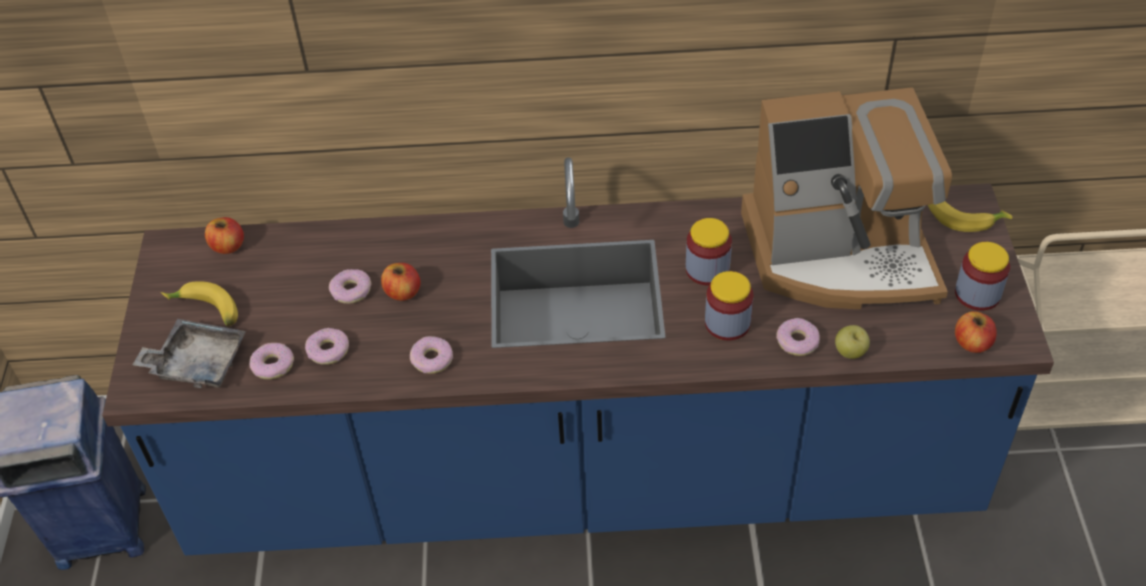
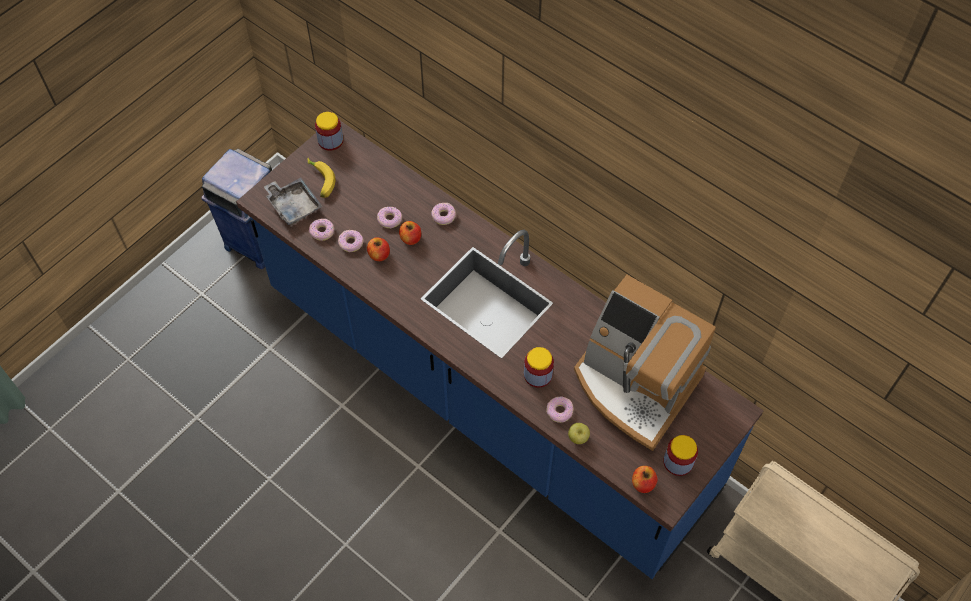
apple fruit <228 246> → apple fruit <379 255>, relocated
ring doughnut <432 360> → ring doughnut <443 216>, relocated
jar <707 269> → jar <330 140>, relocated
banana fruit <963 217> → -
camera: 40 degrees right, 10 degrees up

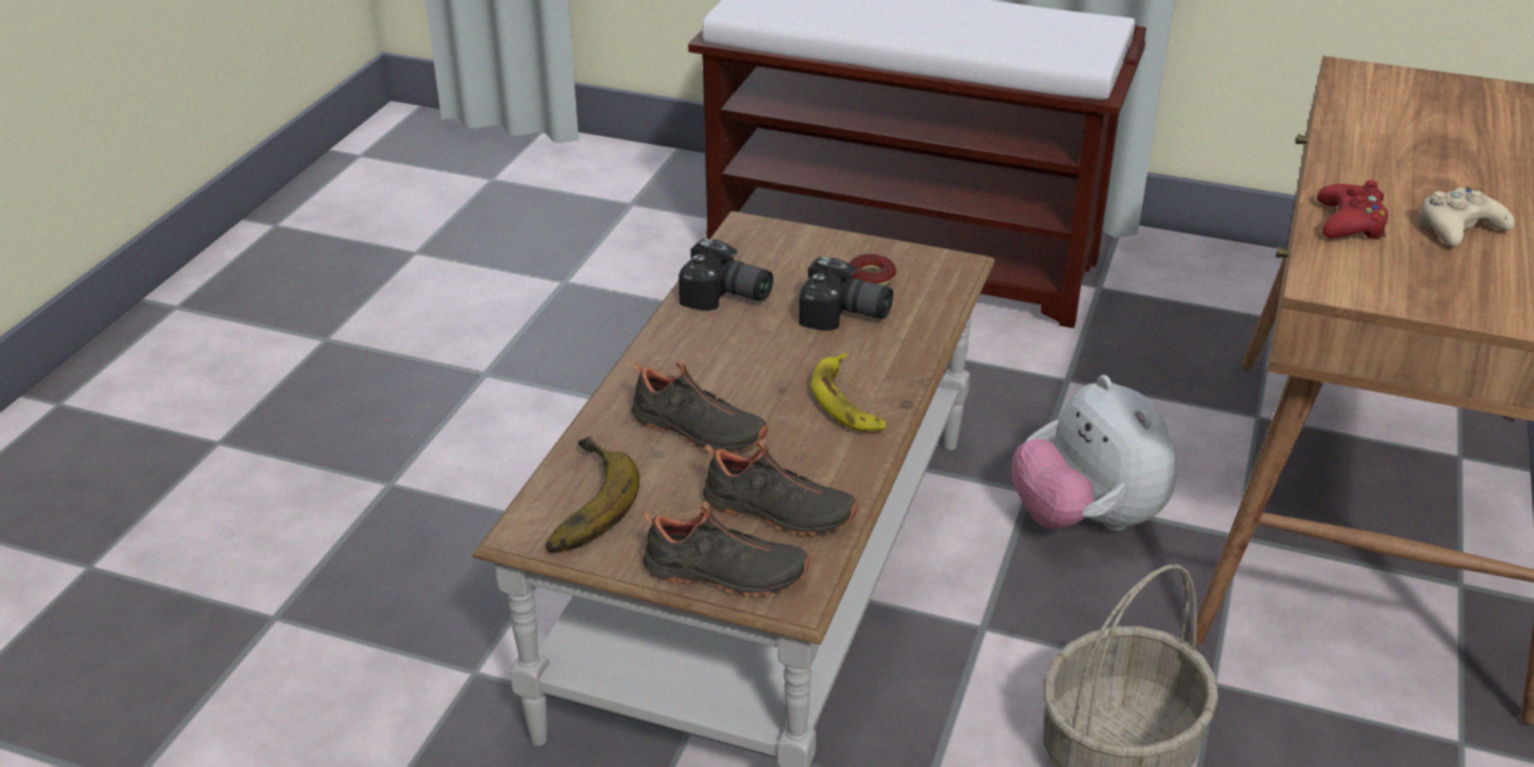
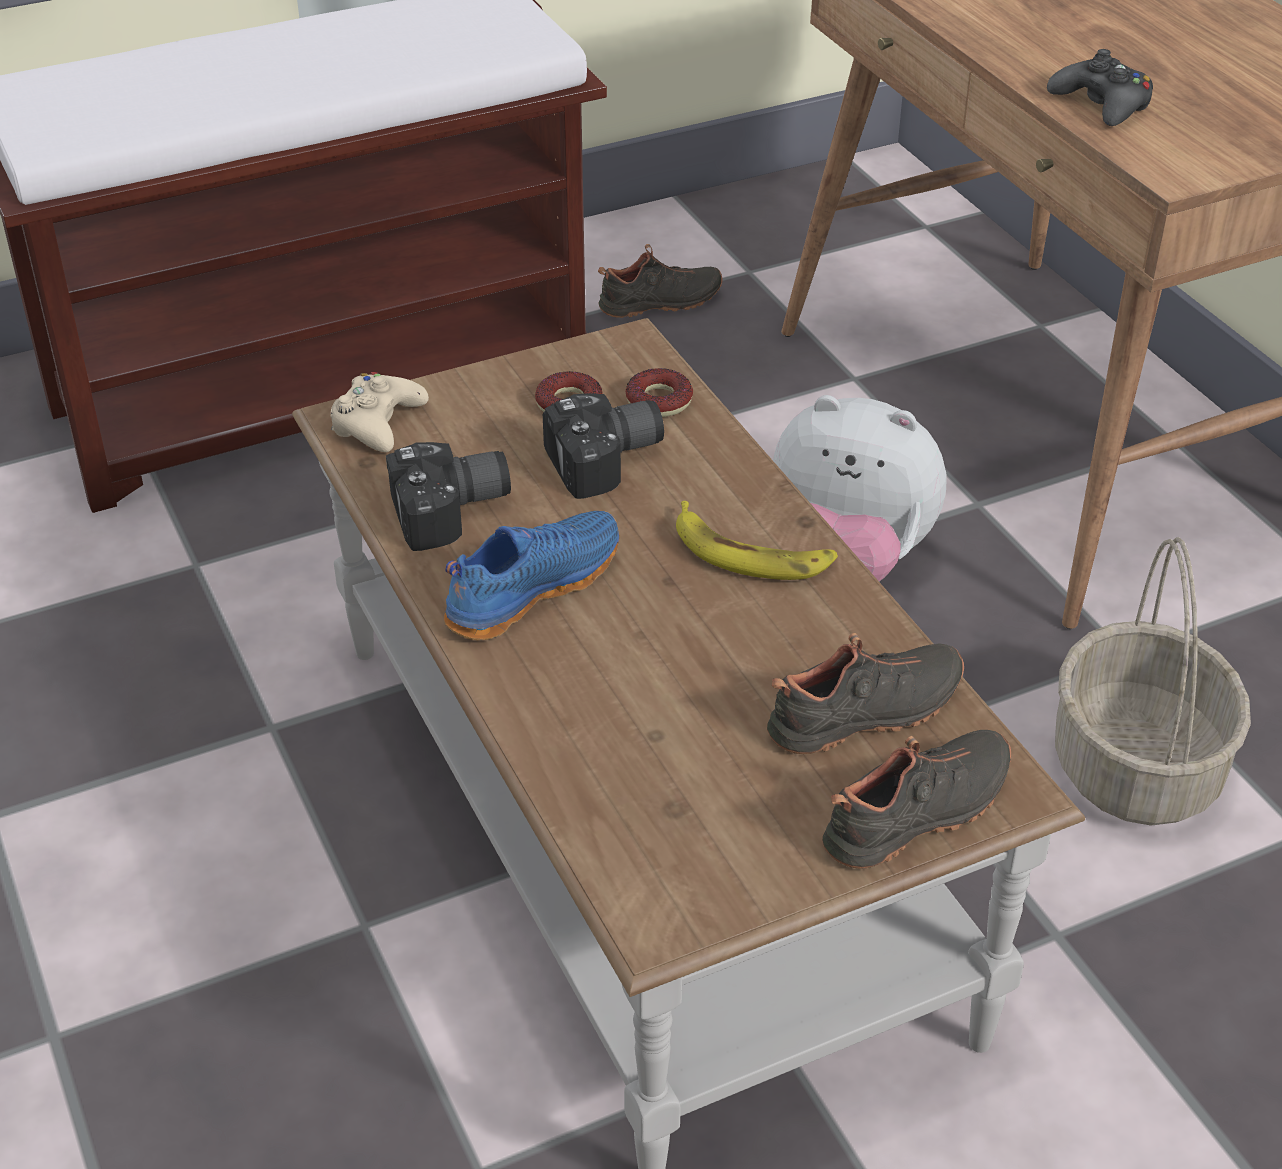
banana fruit <577 504> → -
black-coloured low shoe <697 432> → black-coloured low shoe <661 303>, relocated
red-coloured gamepad <1349 223> → black-coloured gamepad <1102 104>
sand-coloured gamepad <1459 228> → sand-coloured gamepad <377 423>, relocated
- → blue-coloured low shoe <530 588>
- → ring doughnut <659 401>
camera: 45 degrees left, 5 degrees up

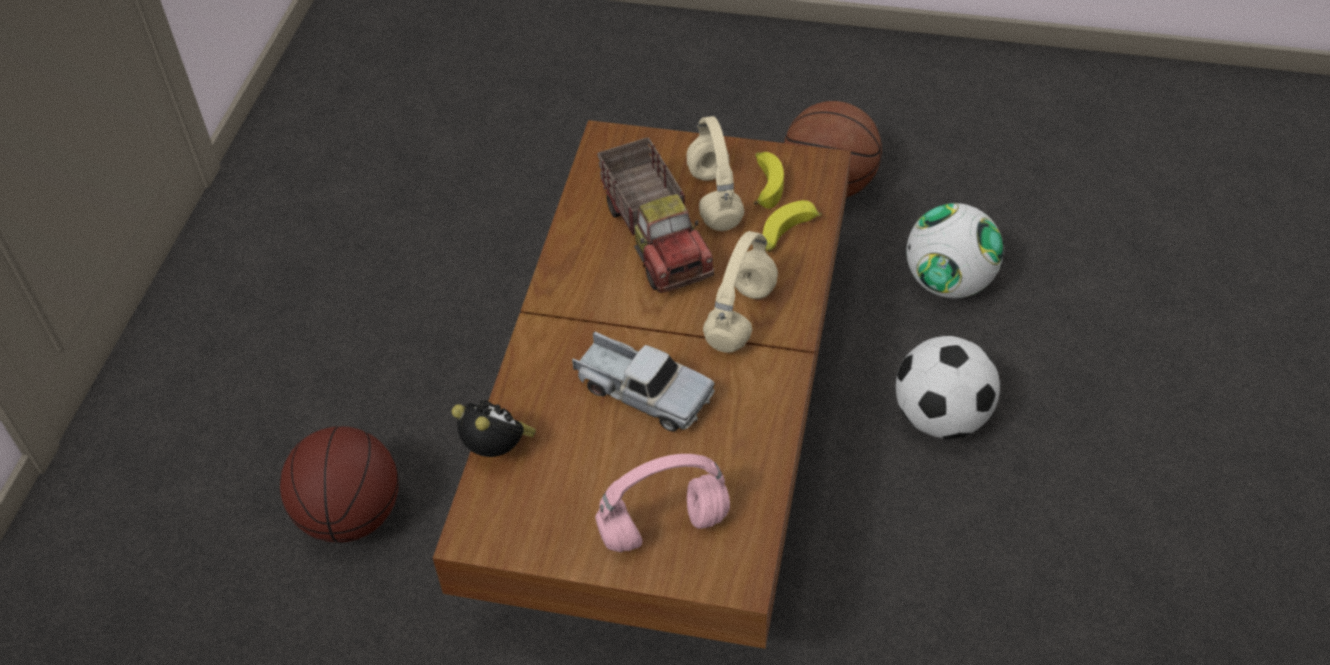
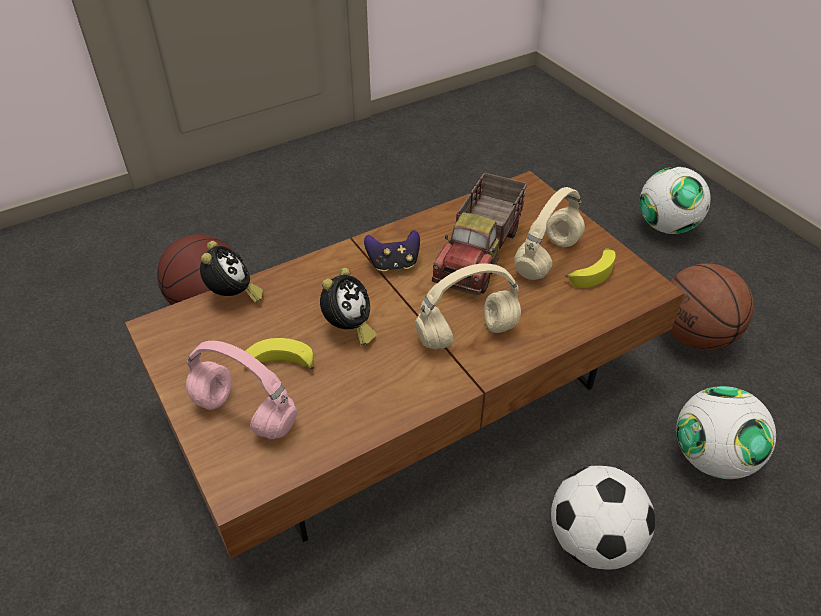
model truck <642 391> → table clock <348 329>
banana fruit <787 235> → banana fruit <278 364>, relocated
- → gamepad <393 264>
- → ball for football <666 226>
camera: 45 degrees right, 5 degrees down

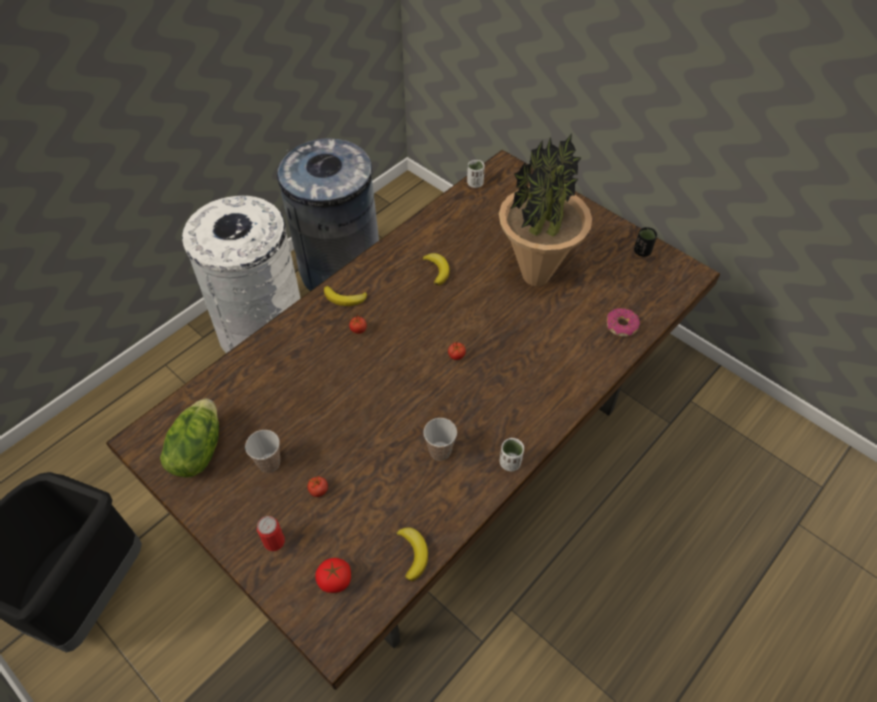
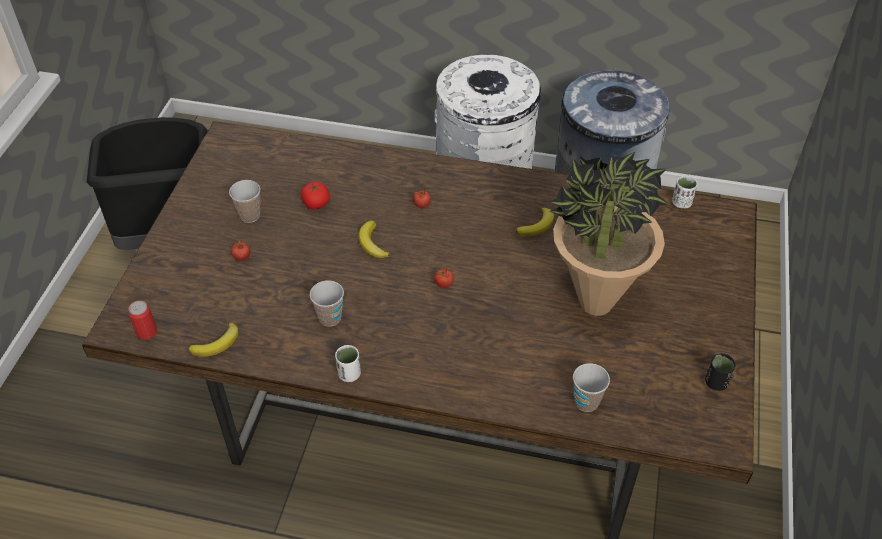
lettuce head <197 451> → -
can <274 541> → can <147 332>, relocated
tomato <334 580> → tomato <316 204>, relocated
banana fruit <345 299> → banana fruit <372 243>, relocated
ring doughnut <621 326> → small cup <586 402>
camera: 60 degrees right, 5 degrees down

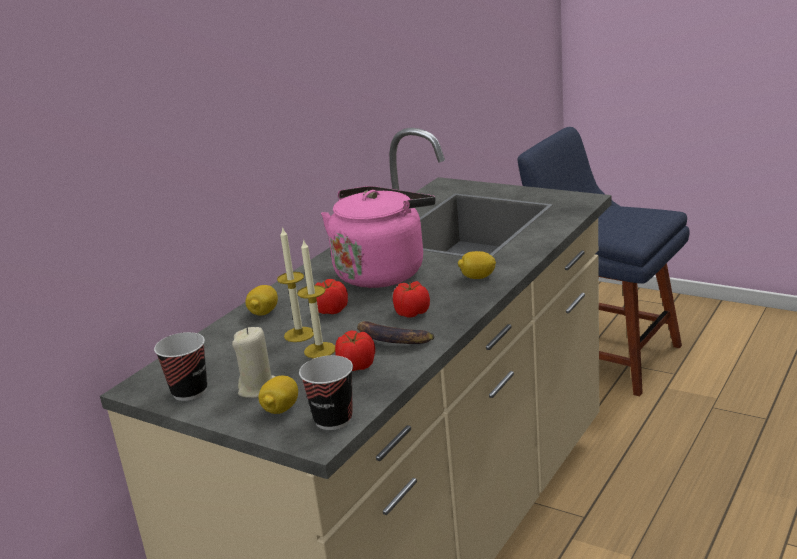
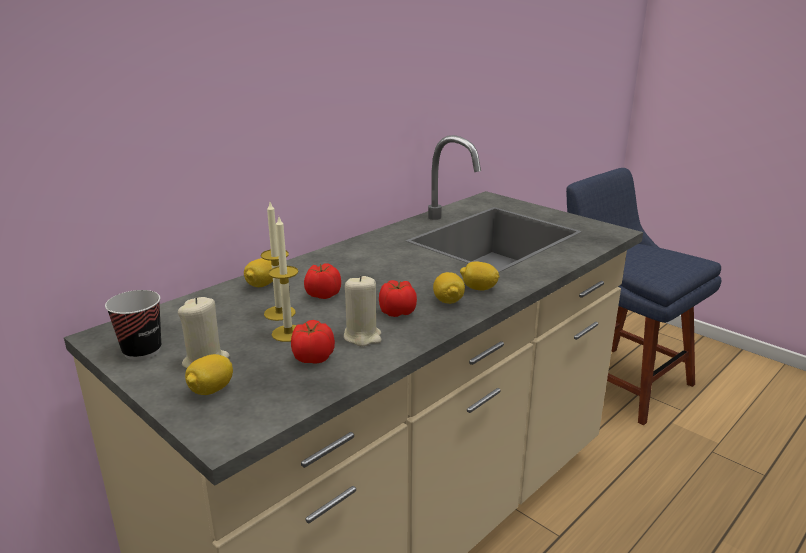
small cup <333 419> → -
pink-coloured tea kettle <382 271> → -
banana fruit <391 339> → sand-coloured wax candle <362 336>
- → citrus fruit <448 301>
camera: 10 degrees right, 0 degrees up

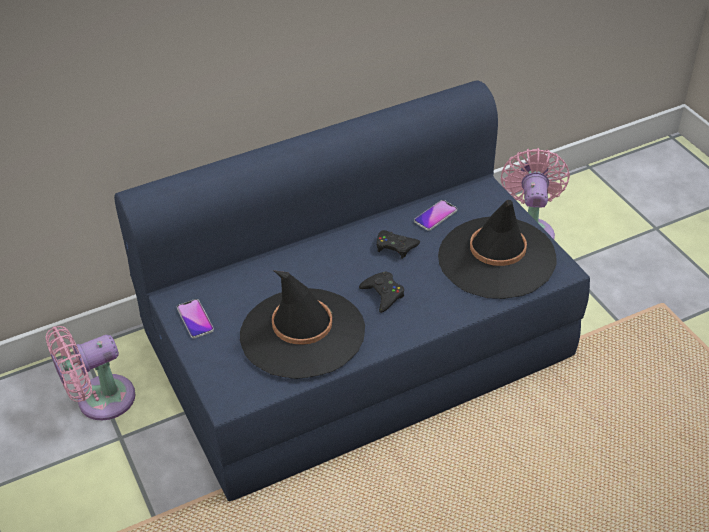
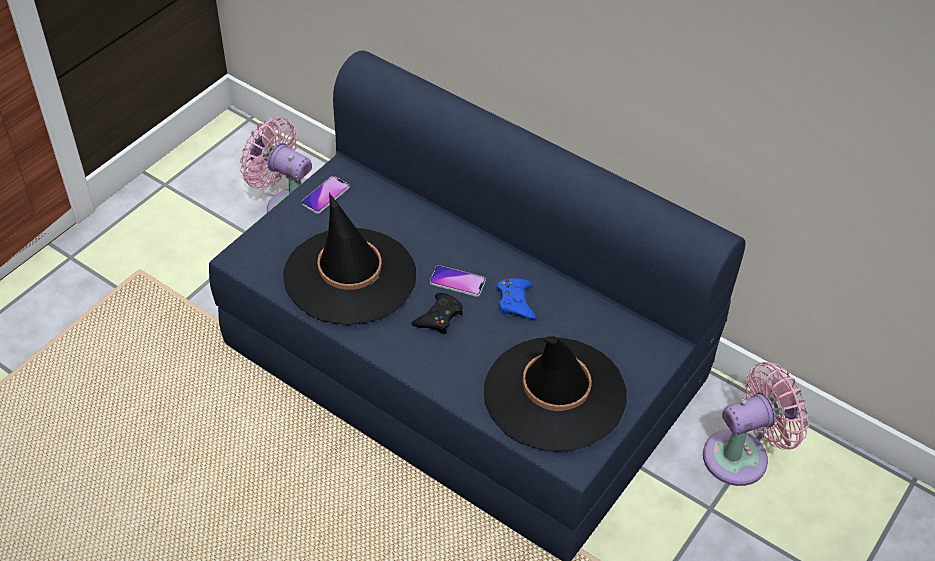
black-coloured gamepad <395 246> → blue-coloured gamepad <515 302>
handset <435 216> → handset <457 282>, relocated
camera: 60 degrees right, 5 degrees up

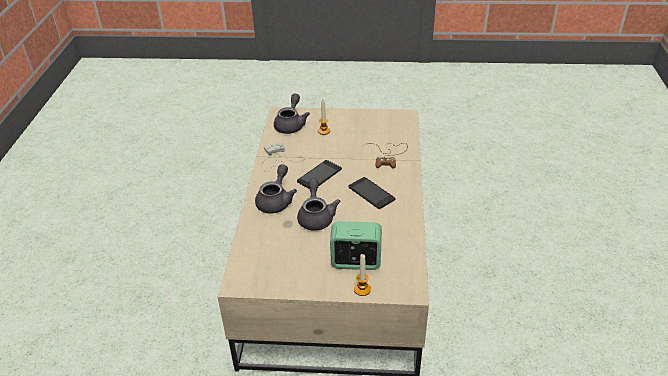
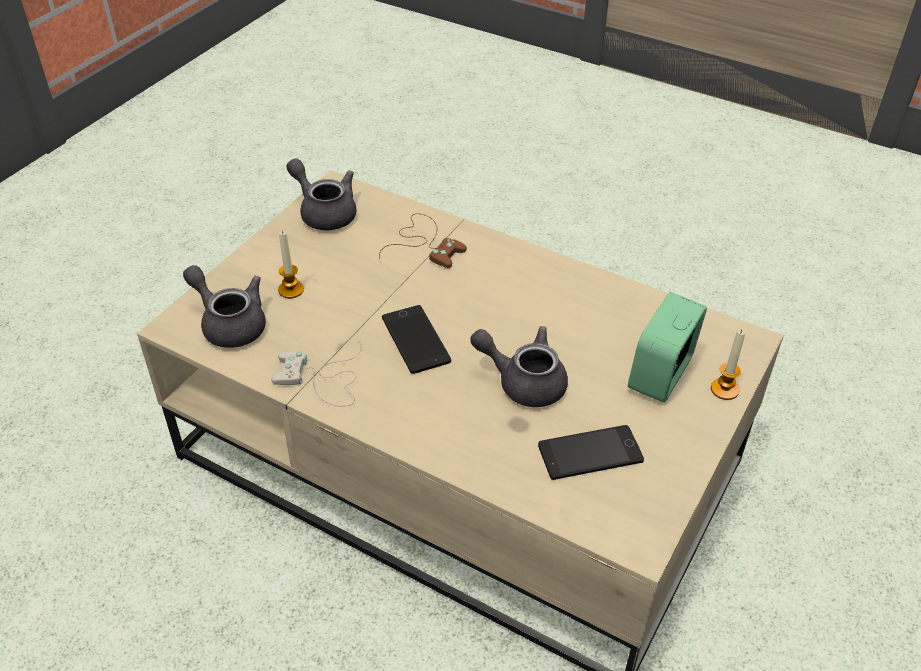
gray teapot <276 201> → gray teapot <324 212>, relocated
handset <371 193> → handset <590 453>, relocated
camera: 65 degrees left, 5 degrees up

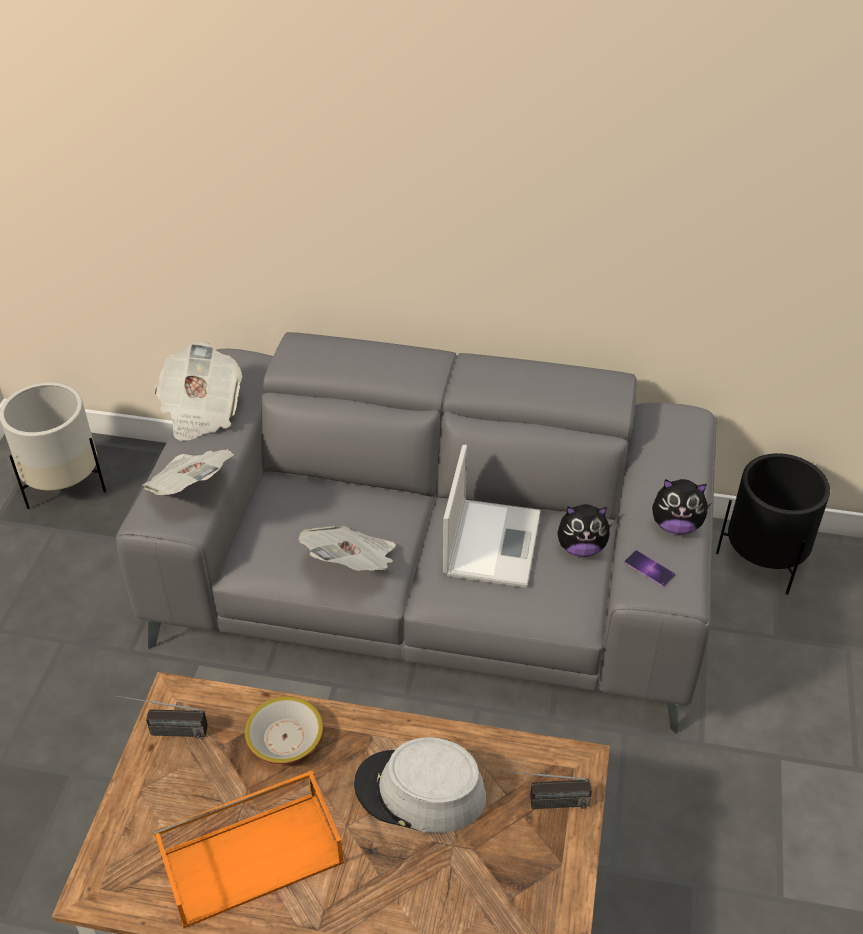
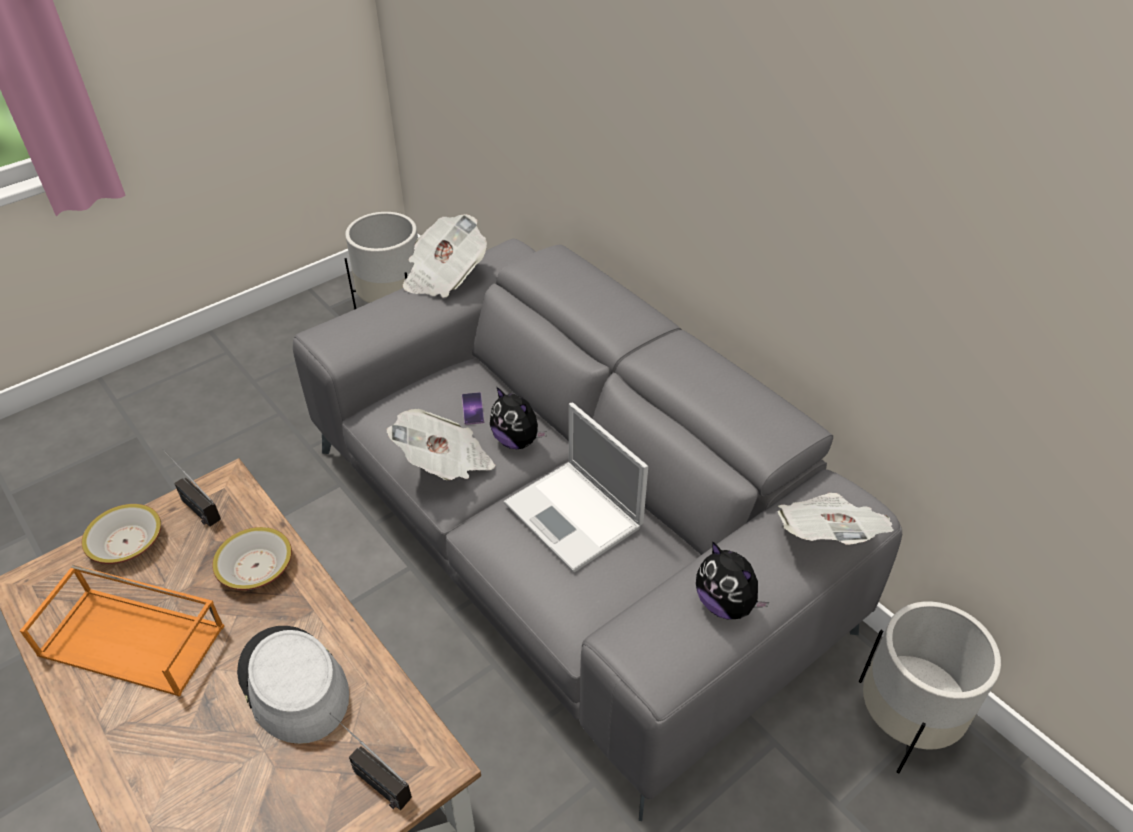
newspaper <191 488> → newspaper <827 536>, relocated
portable computer <492 541> → portable computer <575 516>, 90 degrees clockwise
soft toy <581 547> → soft toy <517 440>, relocated
handset <649 568> → handset <472 408>, relocated
black-coloured flower pot <763 560> → white flower pot <905 721>
- → serving bowl <126 542>
camera: 40 degrees right, 0 degrees up

